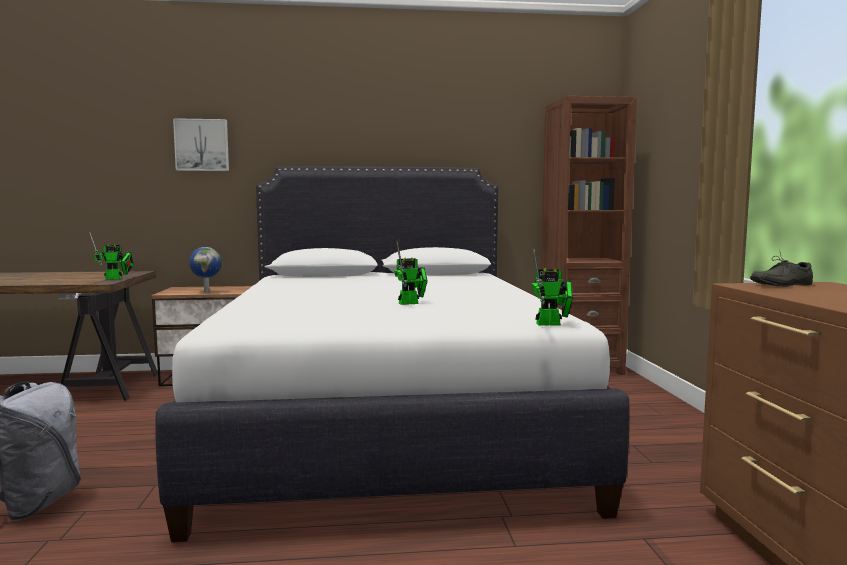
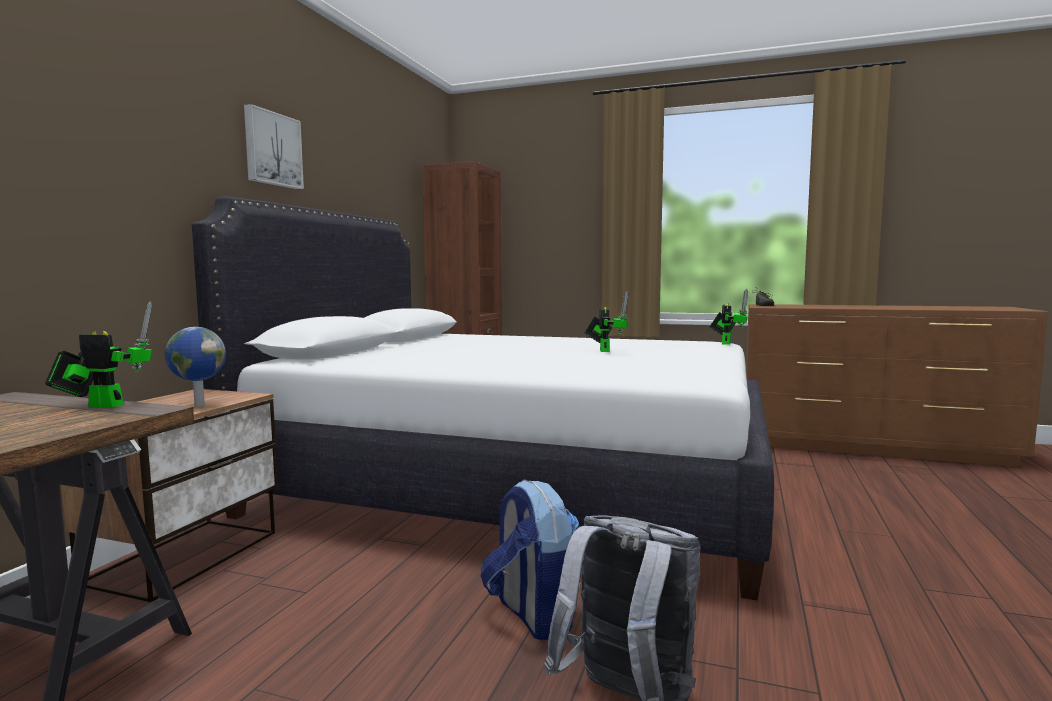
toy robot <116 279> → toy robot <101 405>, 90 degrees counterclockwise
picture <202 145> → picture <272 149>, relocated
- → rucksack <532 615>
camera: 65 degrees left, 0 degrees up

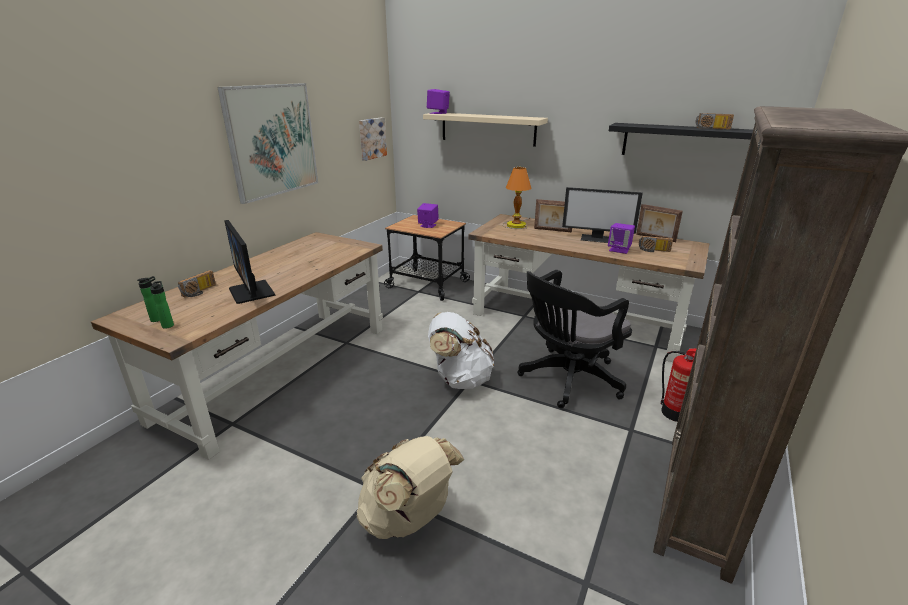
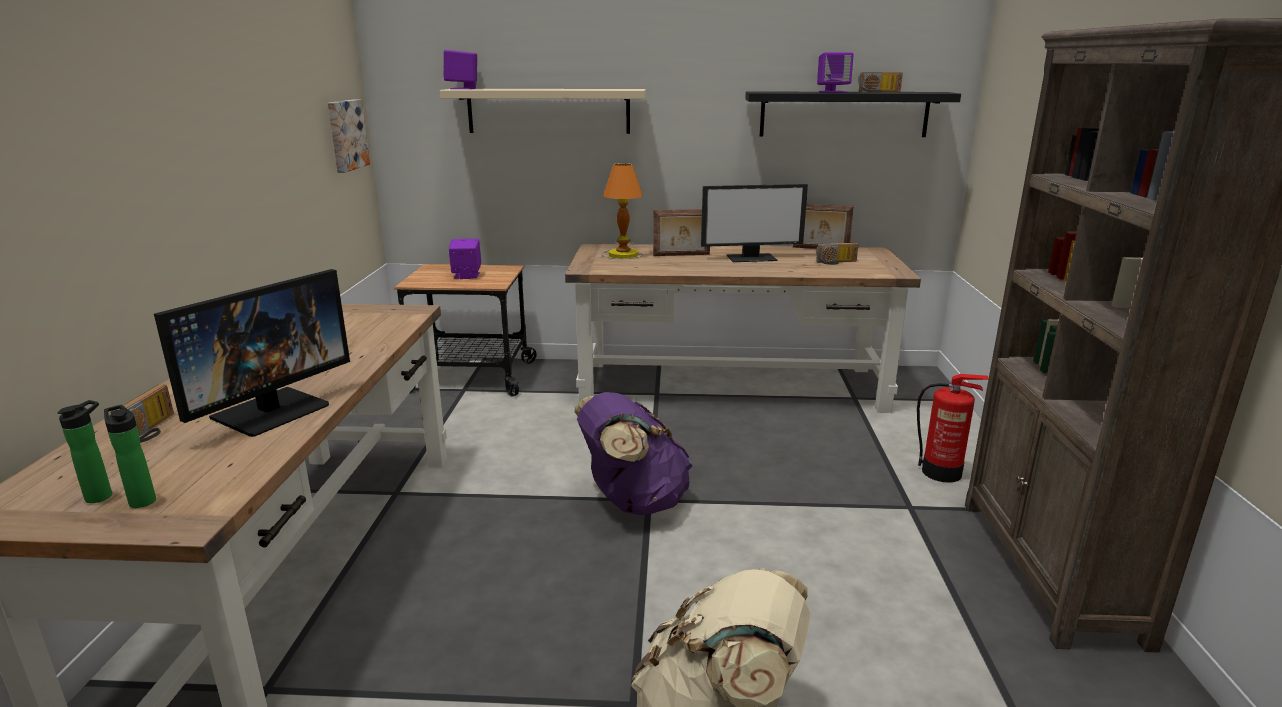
picture <272 141> → -
monitor <252 292> → monitor <271 411>, 90 degrees counterclockwise
white rucksack <460 379> → purple-coloured rucksack <633 501>
black-coloured computer chair <567 380> → -
purple-coloured speaker <619 250> → purple-coloured speaker <832 92>, relocated
camera: 25 degrees left, 5 degrees down

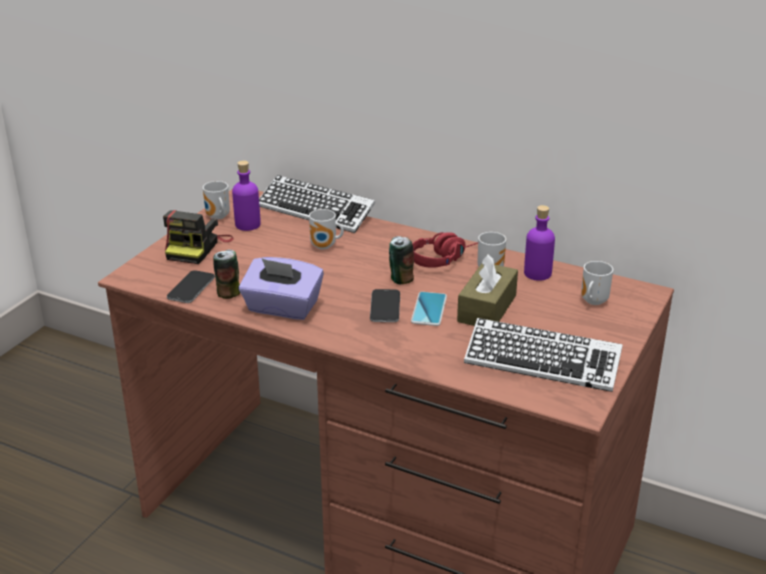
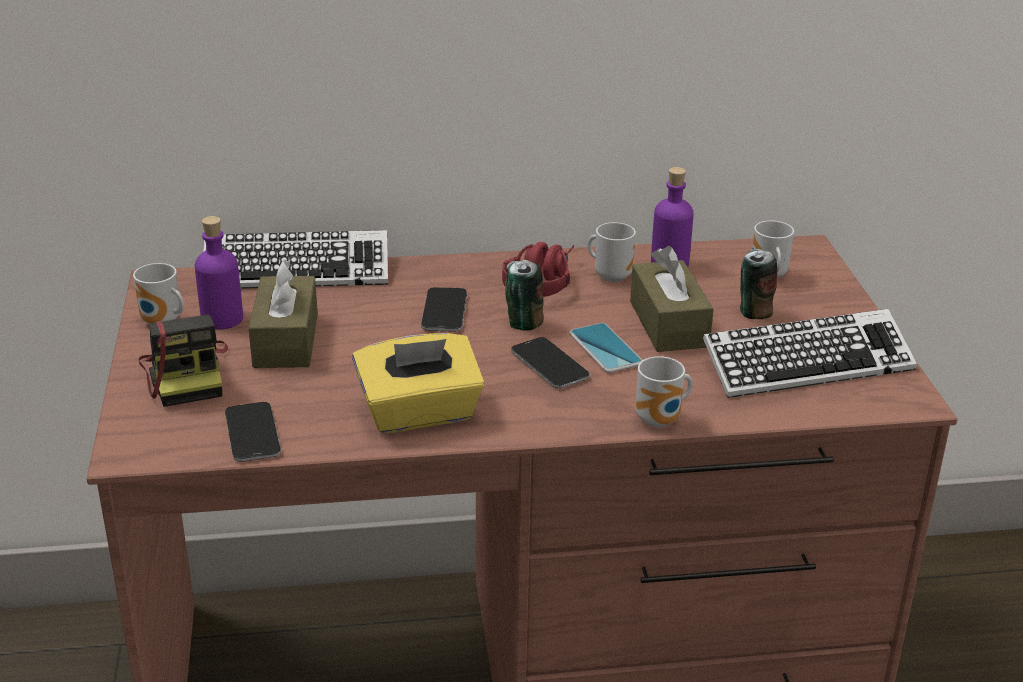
can <229 293> → can <754 312>, relocated
purple-coloured tissue box <282 308> → yellow tissue box <419 414>
tea mug <325 247> → tea mug <661 421>, relocated
- → brown tissue box <286 340>
- → handset <444 311>
camera: 35 degrees left, 0 degrees up

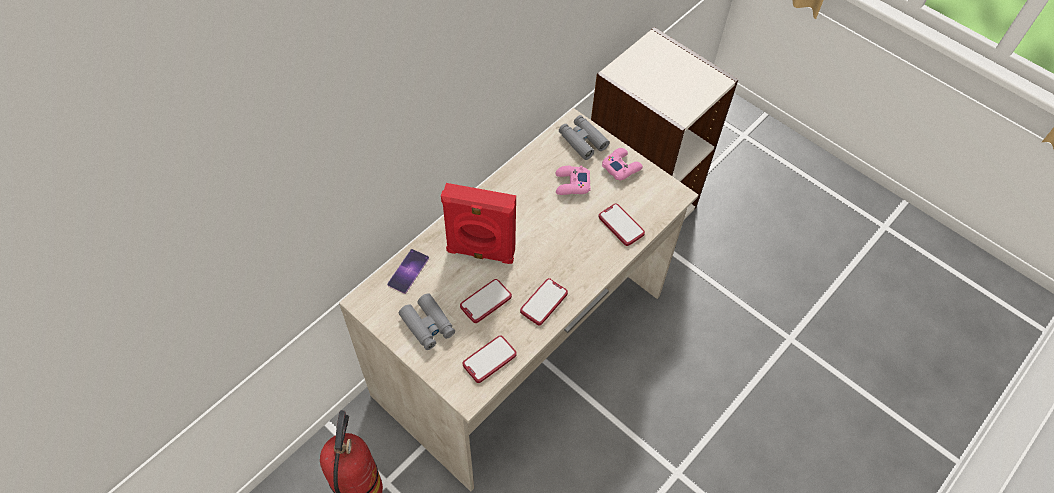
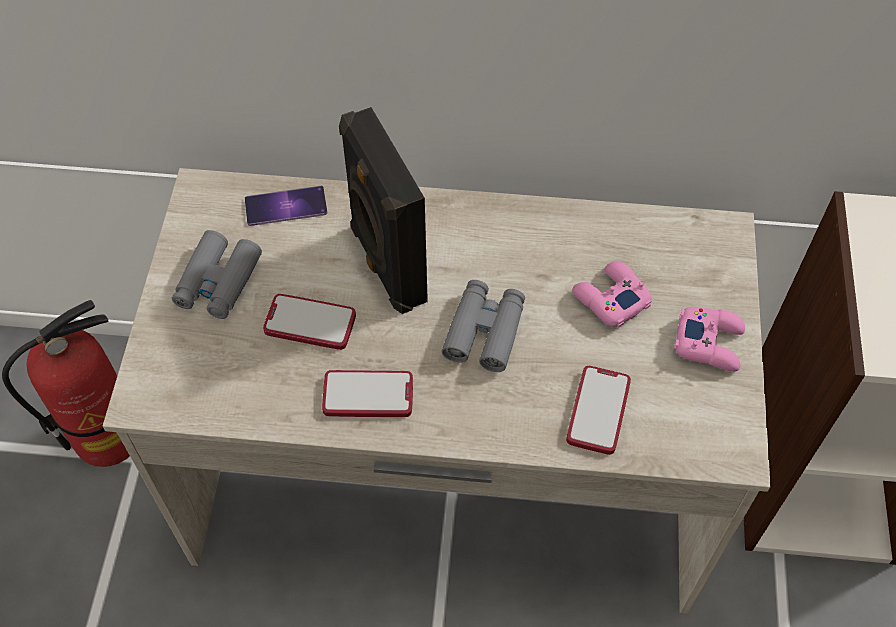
red-coloured speaker <480 253> → black-coloured speaker <386 265>
handset <489 359> → -
gray field glasses <582 141> → gray field glasses <484 331>, relocated
camera: 55 degrees right, 0 degrees up

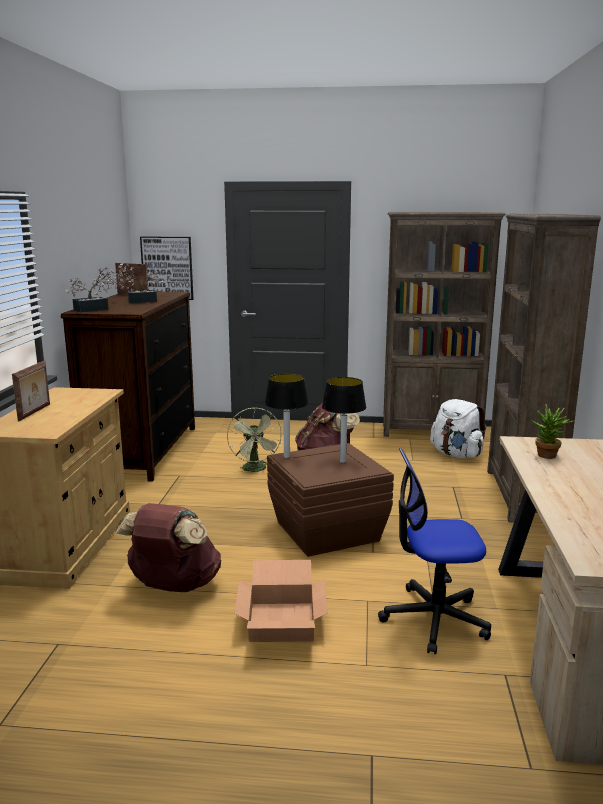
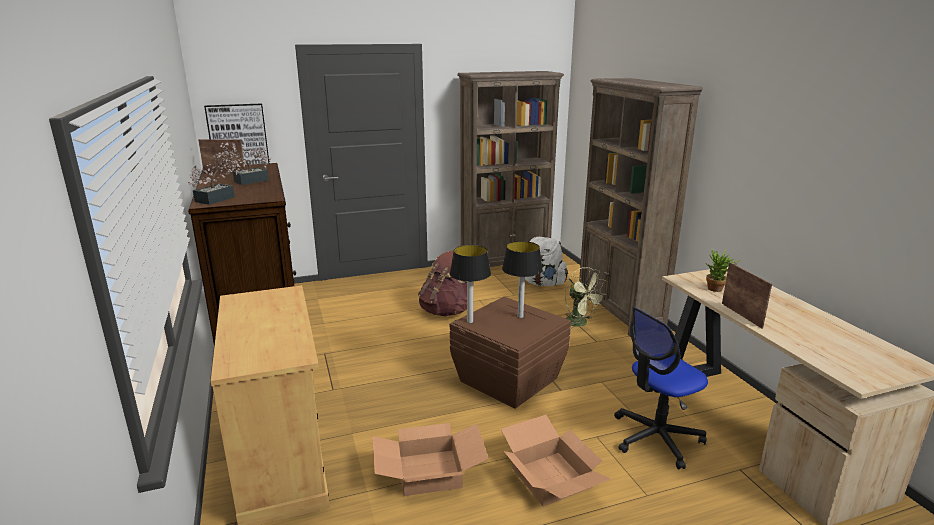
photo frame <35 412> → photo frame <742 315>, relocated
brown rucksack <173 586> → carton <428 473>
greenish fan <256 470> → greenish fan <580 323>, relocated
camera: 25 degrees left, 5 degrees up

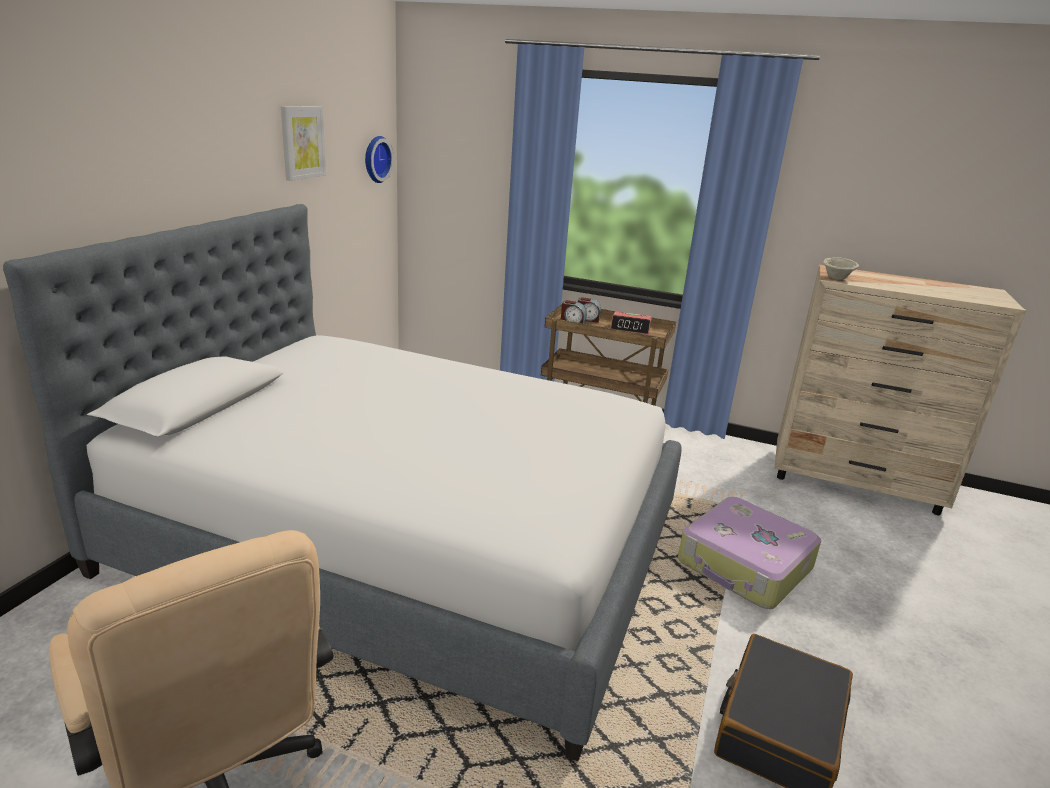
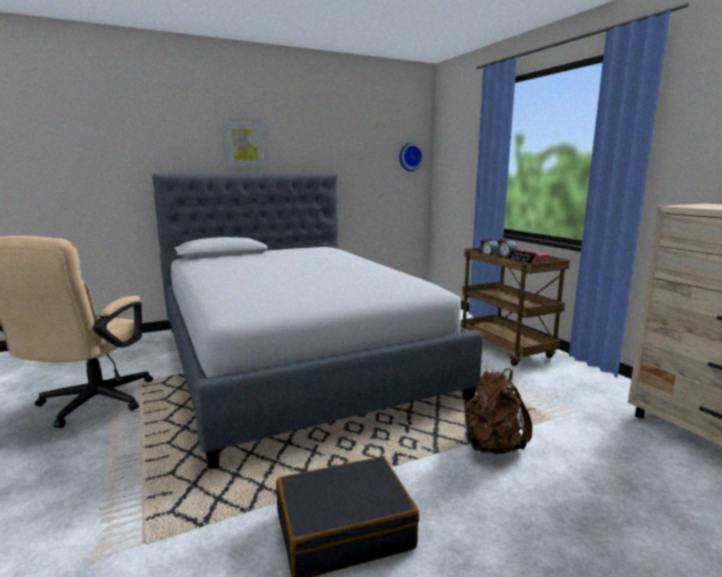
picture <302 142> → picture <244 145>, relocated
travel case <745 566> → brown rucksack <492 447>
sand-coloured serving bowl <837 278> → -
camera: 45 degrees right, 10 degrees down

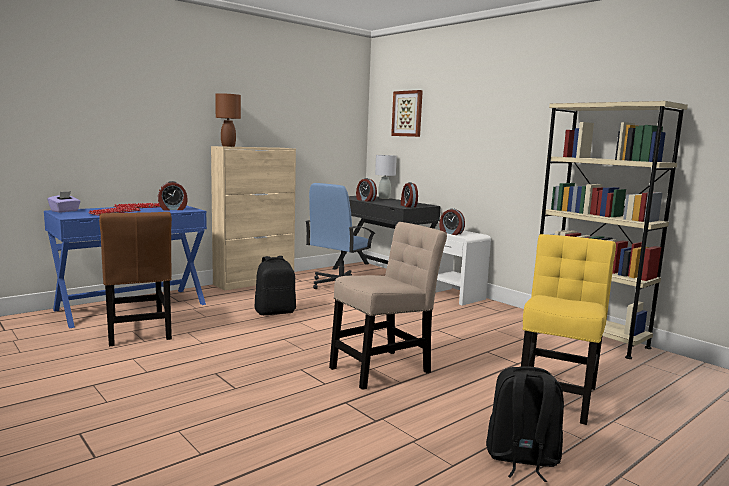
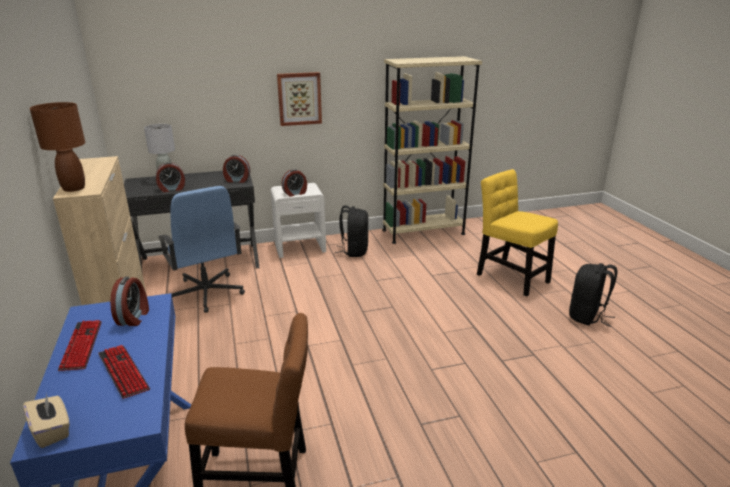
purple-coloured tissue box <65 211> → sand-coloured tissue box <52 430>
black-coloured rucksack <275 312> → black-coloured rucksack <354 251>, relocated
sand-coloured upright chair <384 368> → -
picture <407 113> → picture <299 98>, relocated
camera: 65 degrees left, 15 degrees up

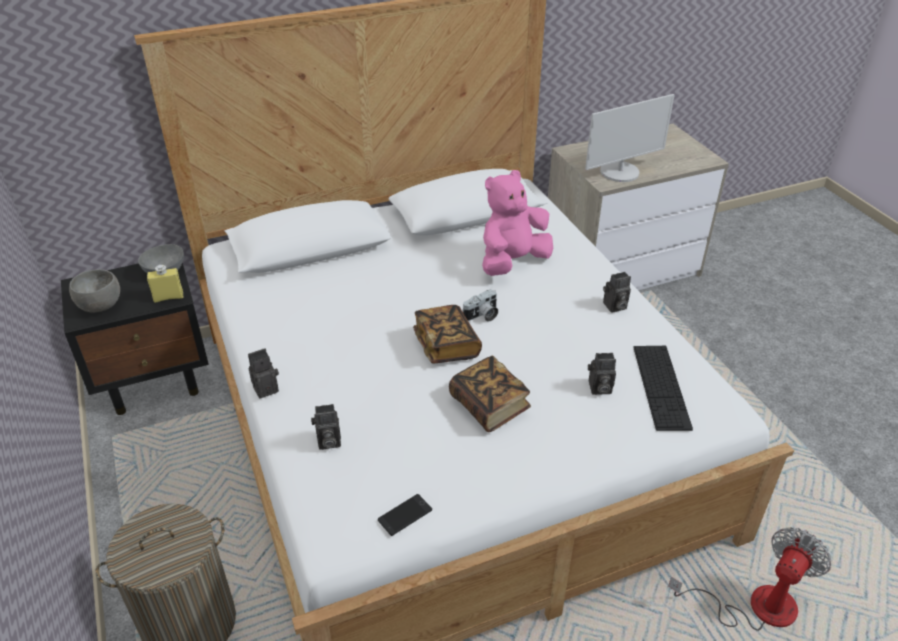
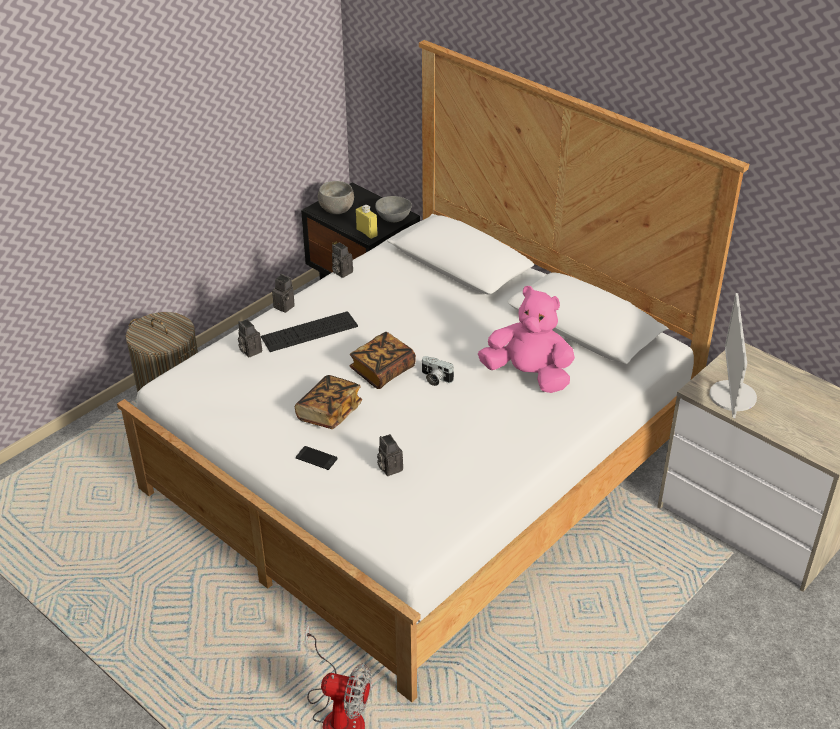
handset <405 515> → handset <316 458>, relocated
monitor <620 172> → monitor <731 396>, 60 degrees clockwise
photo camera <614 307> → photo camera <341 272>, relocated
PC keyboard <661 386> → PC keyboard <309 331>, relocated
camera: 65 degrees right, 0 degrees up

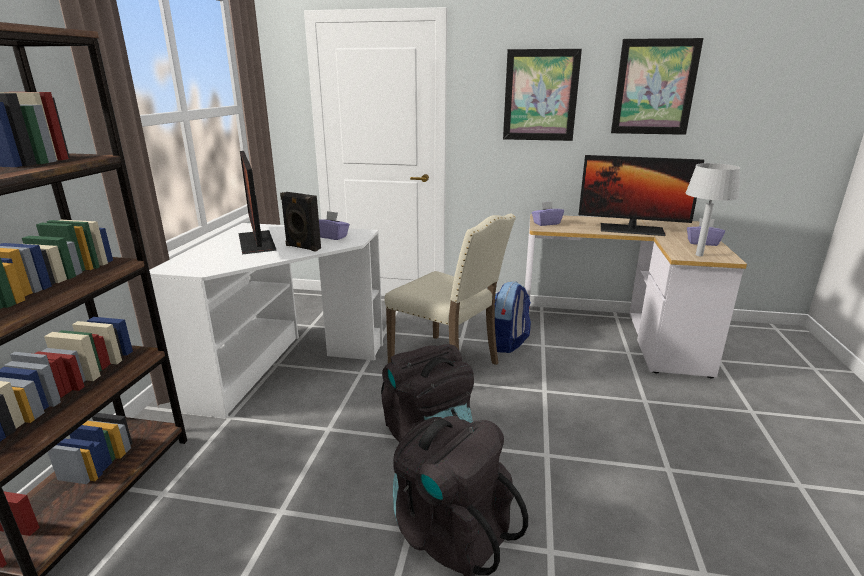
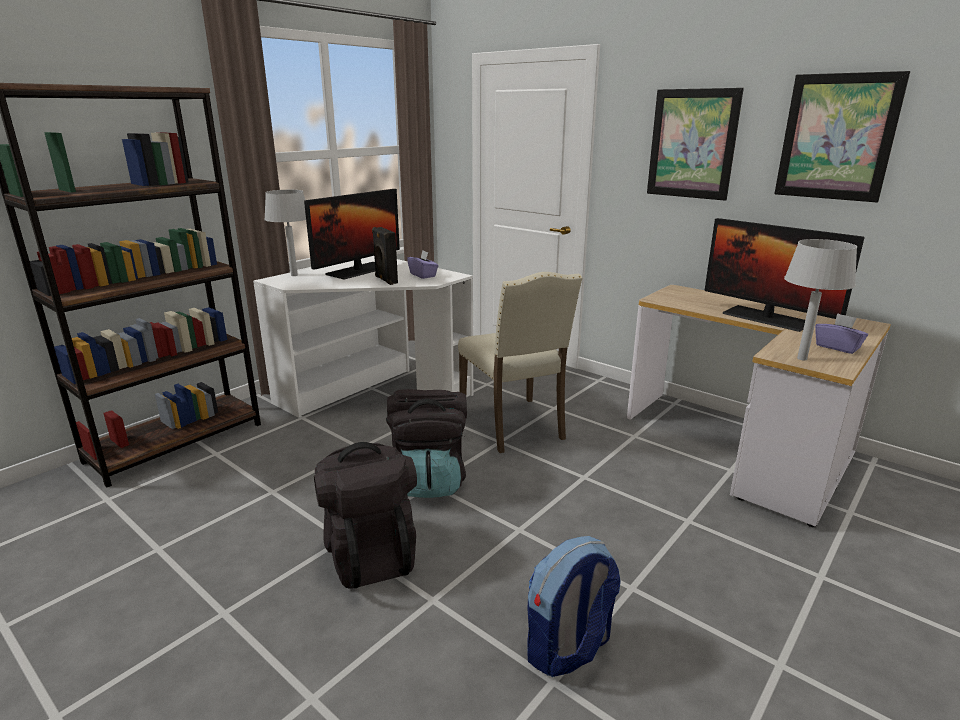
monitor <256 242> → monitor <359 270>, 150 degrees counterclockwise
rucksack <508 343> → rucksack <568 649>, relocated
purple-coloured tissue box <546 223> → -
- → gray table lamp <293 275>
camera: 30 degrees right, 0 degrees up

